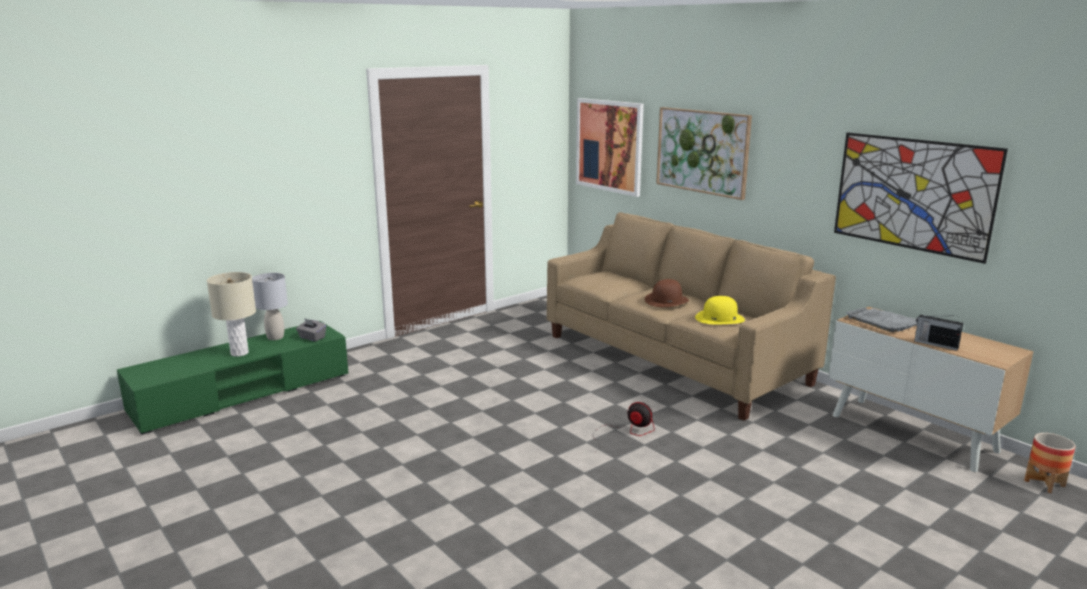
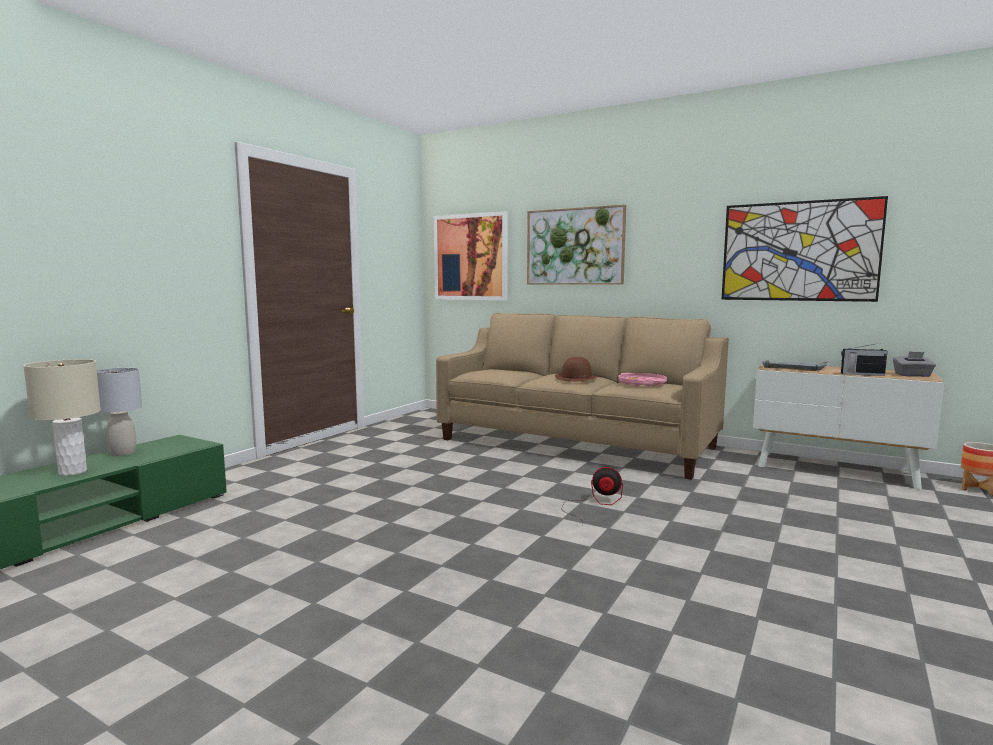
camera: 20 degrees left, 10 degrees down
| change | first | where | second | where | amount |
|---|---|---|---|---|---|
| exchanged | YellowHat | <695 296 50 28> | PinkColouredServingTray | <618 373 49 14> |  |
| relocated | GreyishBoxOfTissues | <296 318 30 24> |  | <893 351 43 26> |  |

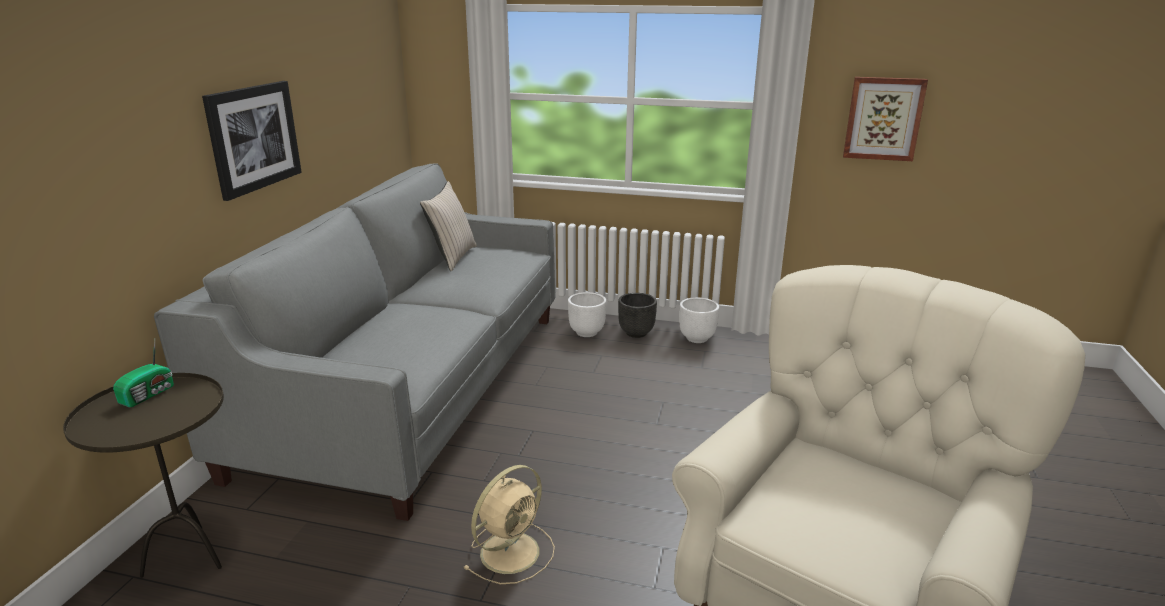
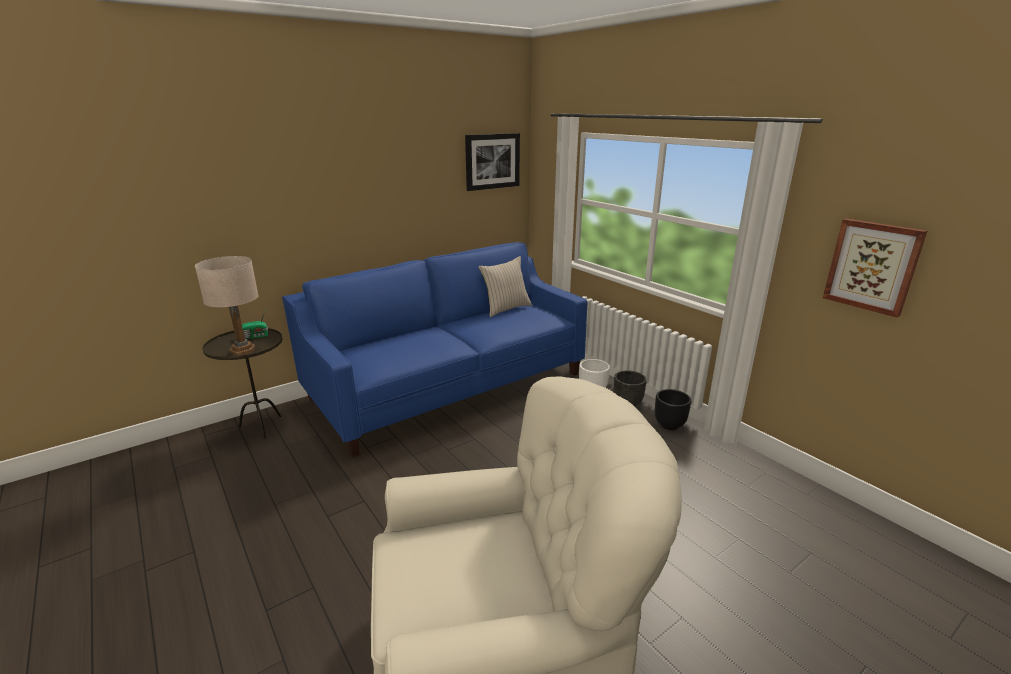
camera: 40 degrees right, 0 degrees up
| change | first | where | second | where | amount |
|---|---|---|---|---|---|
| relocated | WallPicture | <202 81 100 120> |  | <465 133 55 58> |  |
| colour | GreyishCouch | <154 163 402 358> | BlueCouch | <282 242 306 215> |  |
| colour | WhitishFlowerPot | <679 297 40 46> | BlackishFlowerPot | <655 389 36 41> |  |
| missing | BeigeElectricFan | <463 465 92 119> |  |  |  |
| appeared |  |  | BeigeTableLamp | <195 256 64 100> |  |

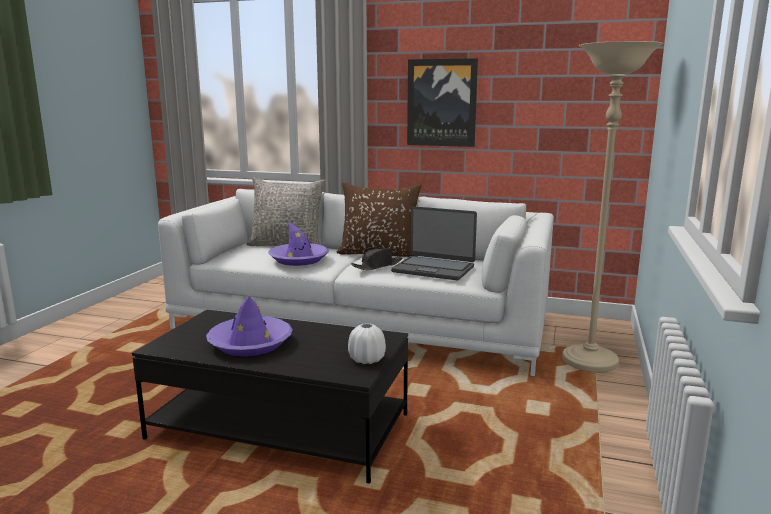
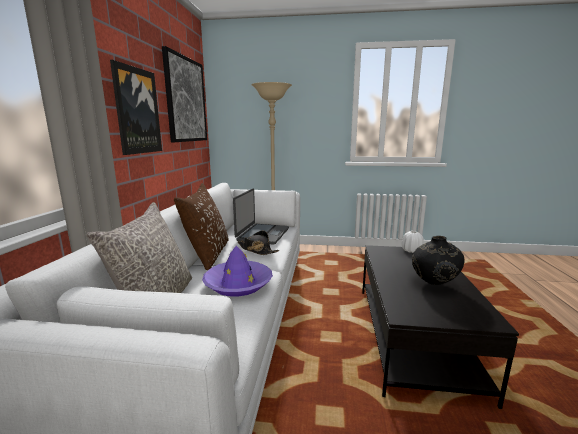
camera: 100 degrees left, 0 degrees up
| change | first | where | second | where | amount |
|---|---|---|---|---|---|
| exchanged | PurpleColouredHat | <206 296 87 60> | BlackishFlowerVase | <412 236 53 49> |  |
| appeared |  |  | WallPicture | <162 46 45 96> |  |

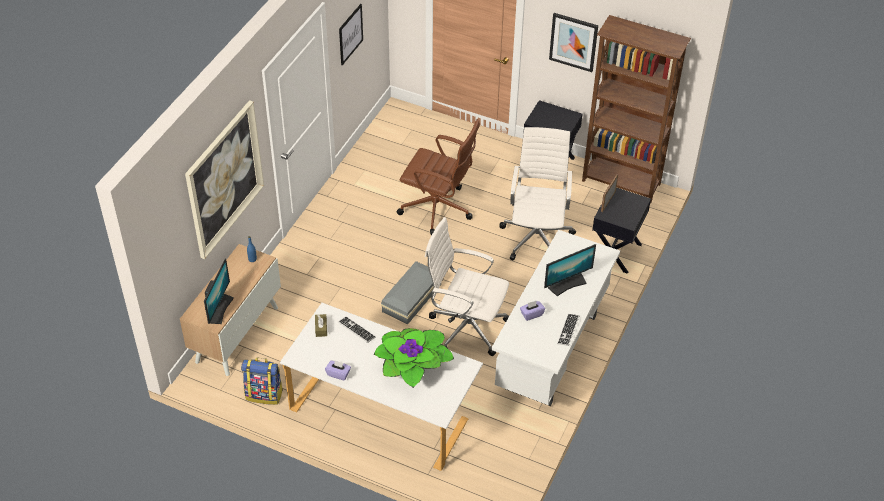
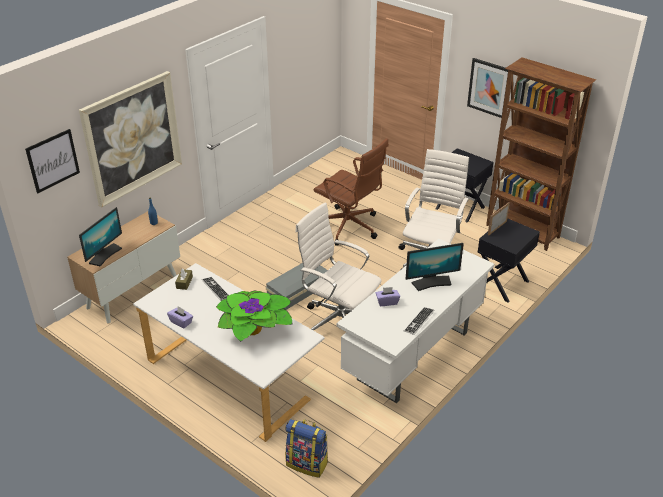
camera: 15 degrees right, 10 degrees down
| change | first | where | second | where | amount |
|---|---|---|---|---|---|
| relocated | WallPicture | <339 4 24 61> |  | <25 129 55 64> |  |
| relocated | Backpack | <241 358 42 47> |  | <285 419 43 59> |  |

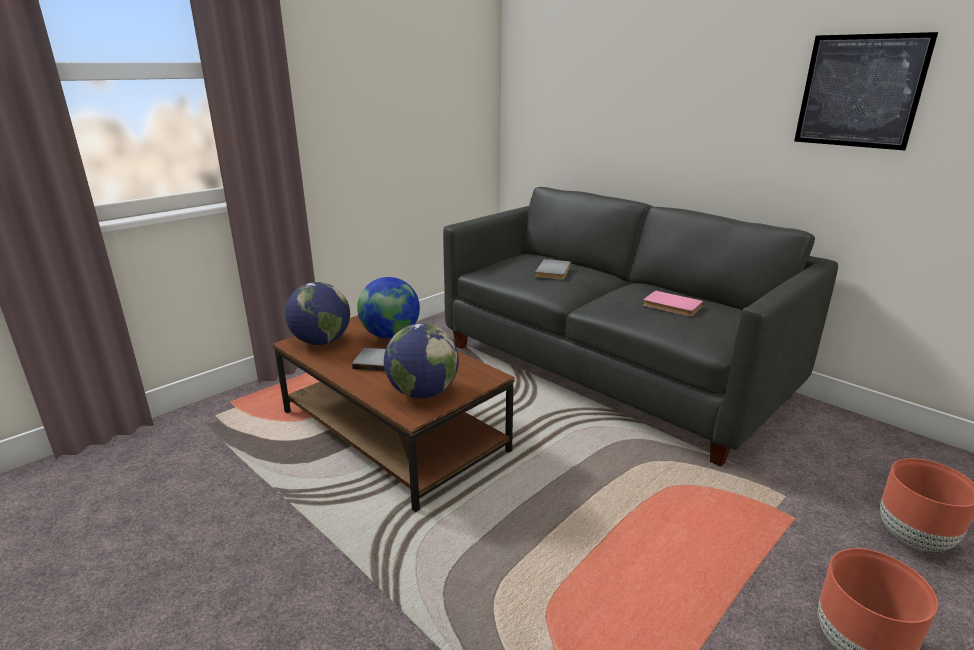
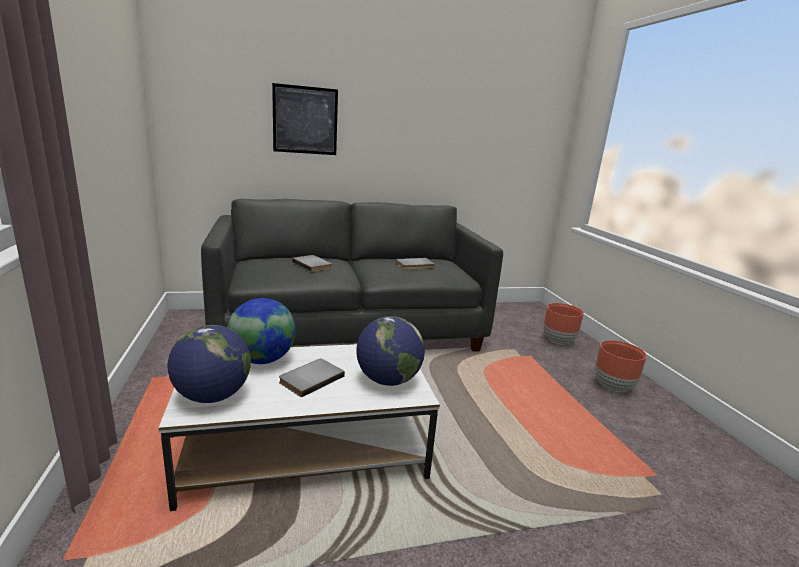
camera: 60 degrees left, 5 degrees down
| change | first | where | second | where | amount |
|---|---|---|---|---|---|
| relocated | WallPicture | <794 32 144 118> |  | <272 83 66 72> |  |
| colour | PinkColouredBook | <643 291 61 26> | GreyishBook | <395 258 40 12> |  |
| colour | BrownishLoungeTable | <273 315 242 197> | WhitishLoungeTable | <159 344 281 167> |  |

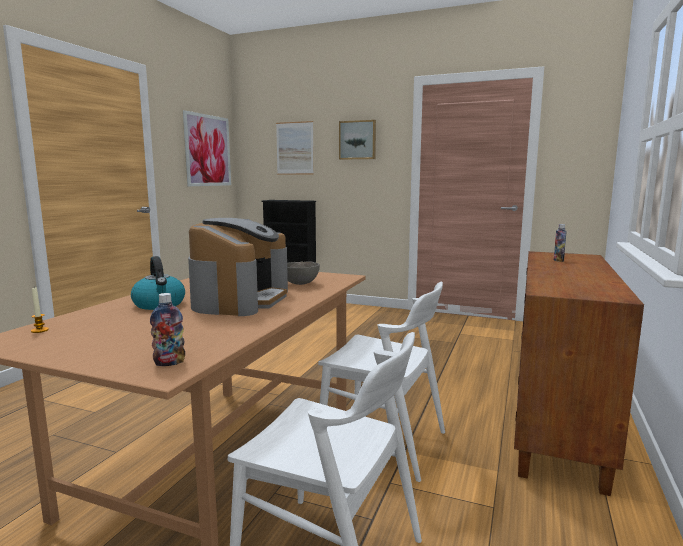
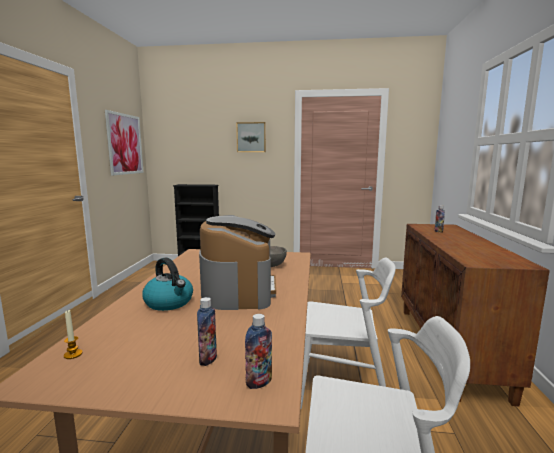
camera: 15 degrees left, 0 degrees up
| change | first | where | second | where | amount |
|---|---|---|---|---|---|
| missing | WallPicture | <276 121 38 54> |  |  |  |
| appeared |  |  | Bottle | <197 297 20 69> |  |

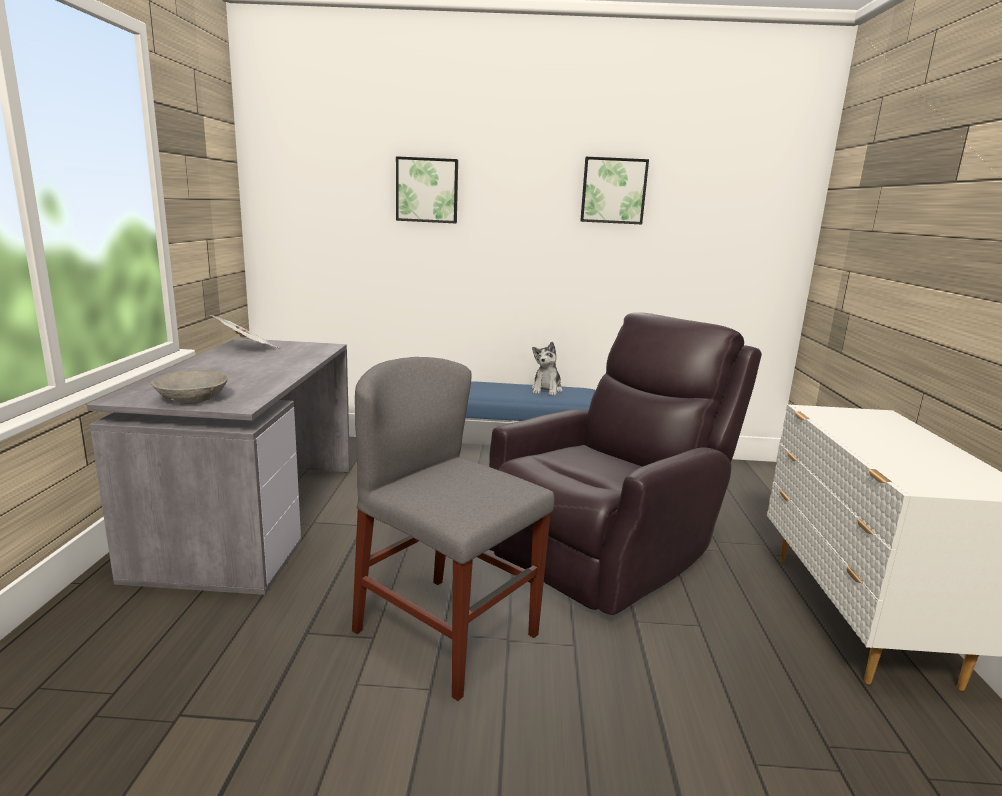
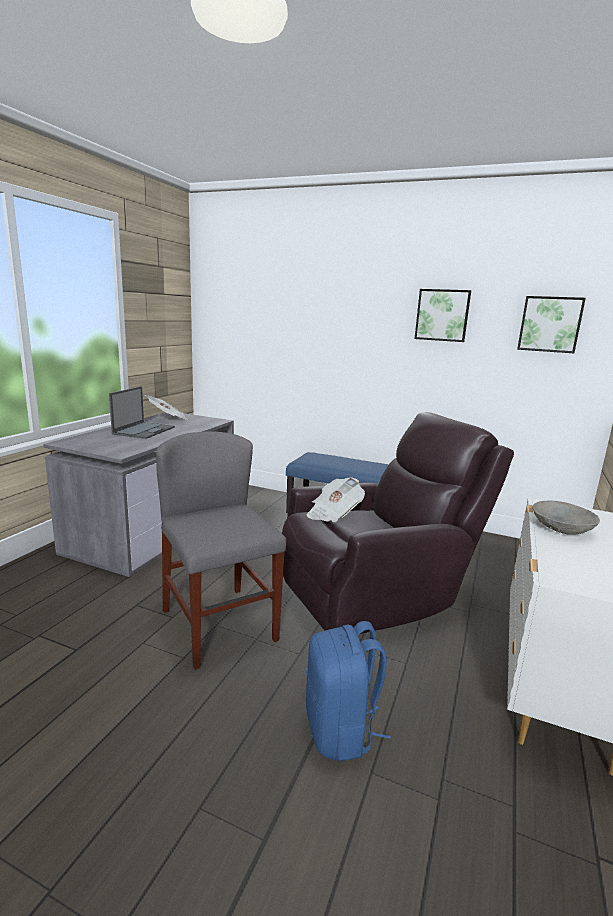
camera: 20 degrees right, 0 degrees up
| change | first | where | second | where | amount |
|---|---|---|---|---|---|
| relocated | WallPicture | <396 156 62 67> |  | <517 296 69 57> |  |
| missing | PlushToy | <531 342 32 54> |  |  |  |
| relocated | GreyishServingBowl | <151 370 77 34> |  | <532 500 68 35> |  |
| appeared |  |  | PortableComputer | <109 386 66 53> |  |
| appeared |  |  | PrintedPaper | <307 478 58 44> |  |
| appeared |  |  | BlueBackpack | <306 621 85 140> |  |

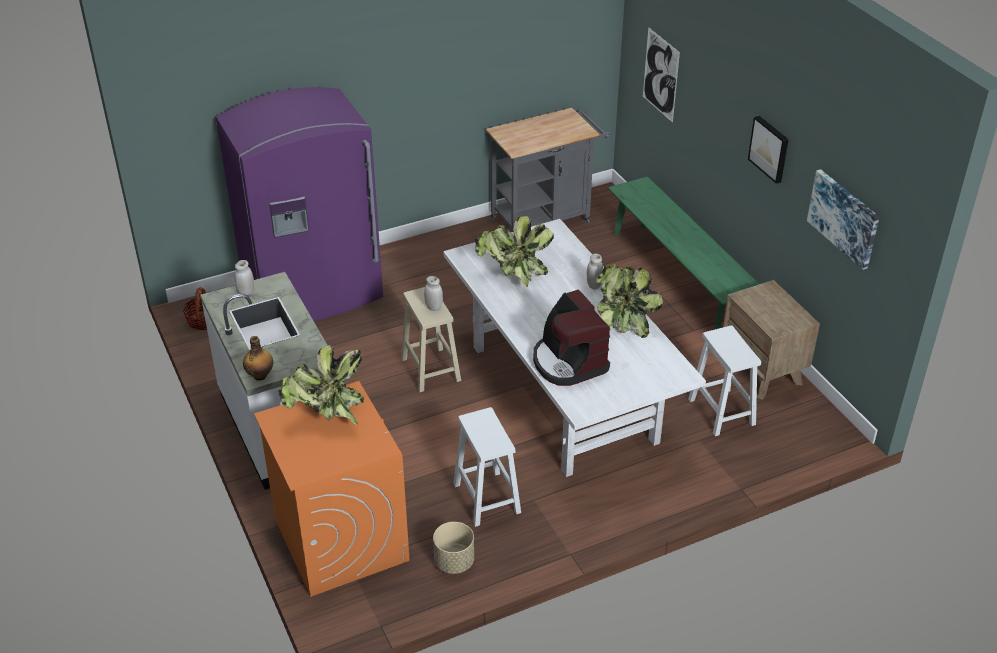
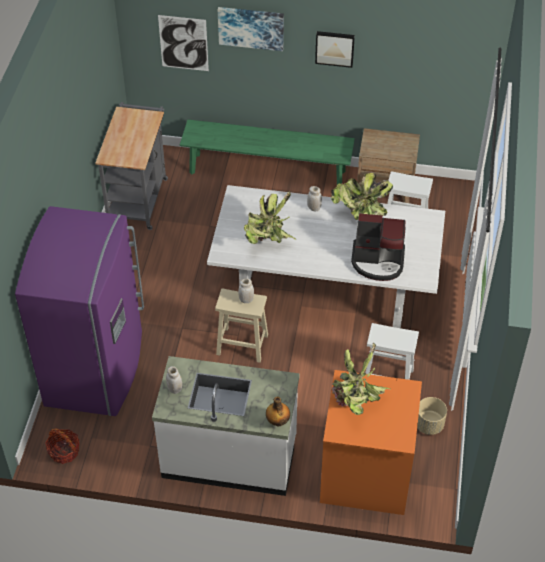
camera: 55 degrees left, 10 degrees up
| change | first | where | second | where | amount |
|---|---|---|---|---|---|
| relocated | WallPicture | <807 169 72 101> |  | <218 7 66 44> |  |

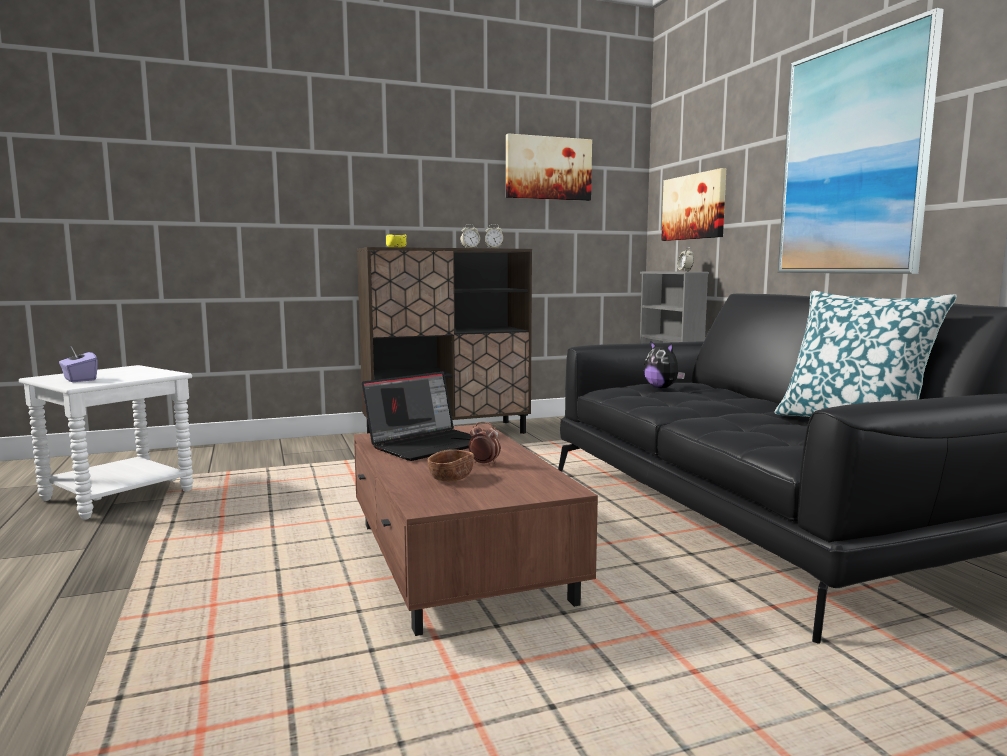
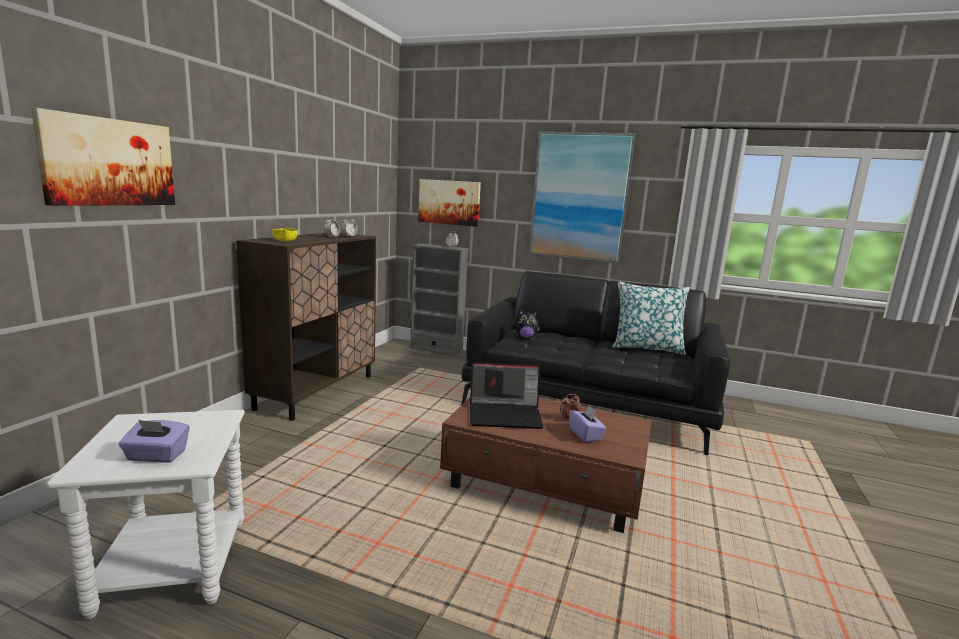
camera: 50 degrees left, 5 degrees up
| change | first | where | second | where | amount |
|---|---|---|---|---|---|
| relocated | WallPicture | <506 133 86 68> |  | <31 108 144 98> |  |
| spun | PortableComputer | <362 372 111 89> |  | <470 362 74 67> | 90 degrees clockwise |
| exchanged | BrownishServingBowl | <427 449 47 32> | PurpleColouredBoxOfTissues | <569 406 37 36> |  |

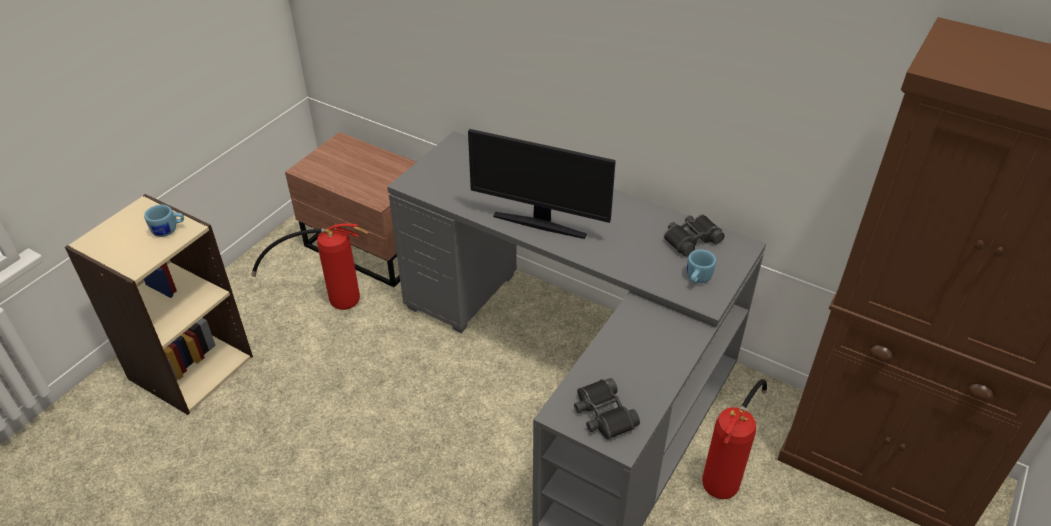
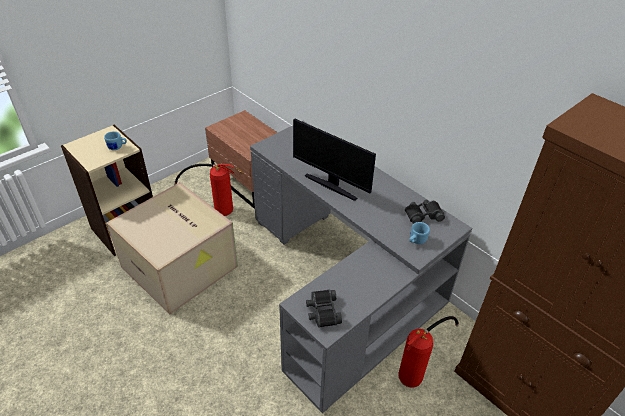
camera: 15 degrees right, 0 degrees up
| change | first | where | second | where | amount |
|---|---|---|---|---|---|
| appeared |  |  | PackingBox | <107 182 131 132> |  |

